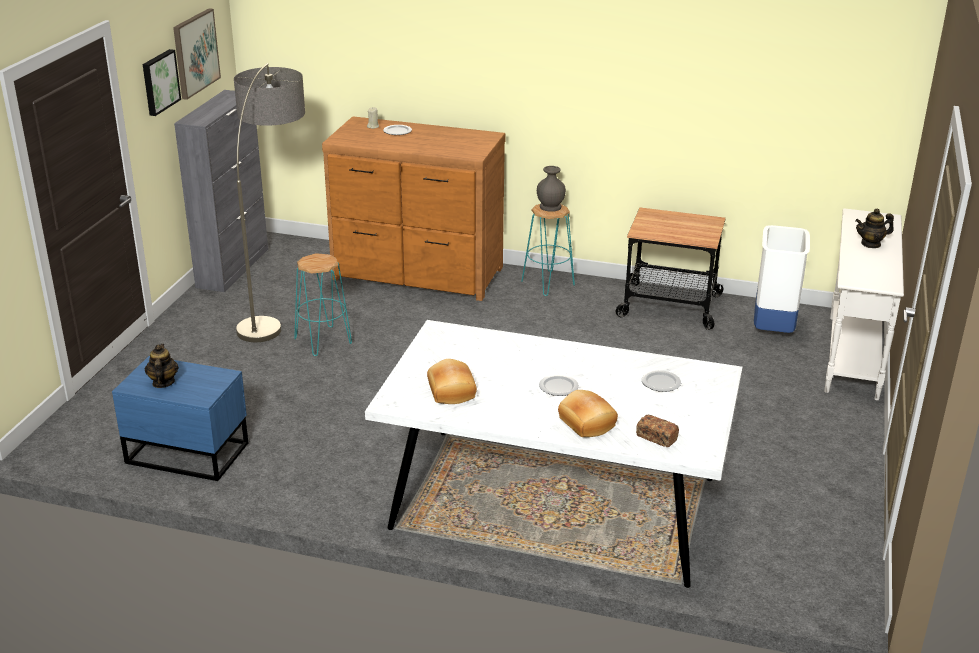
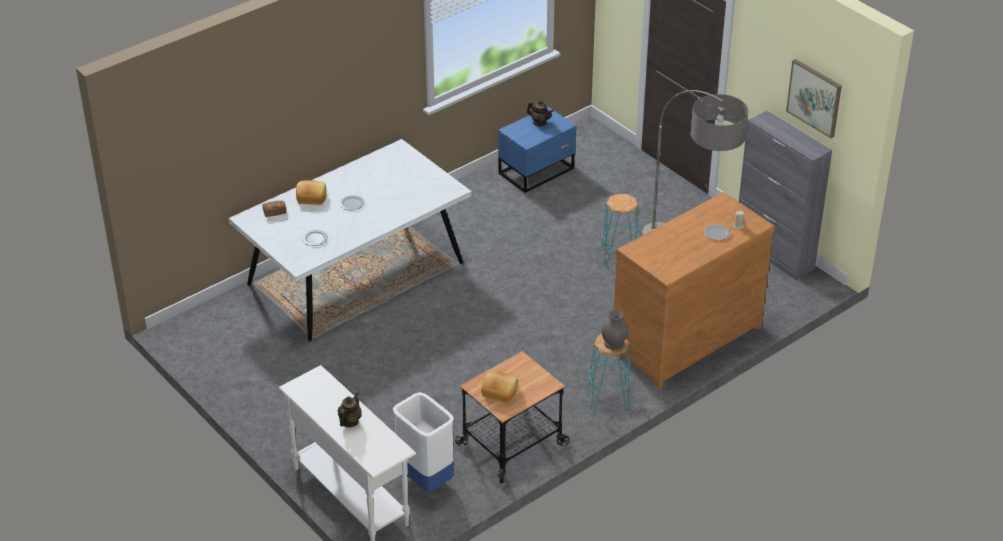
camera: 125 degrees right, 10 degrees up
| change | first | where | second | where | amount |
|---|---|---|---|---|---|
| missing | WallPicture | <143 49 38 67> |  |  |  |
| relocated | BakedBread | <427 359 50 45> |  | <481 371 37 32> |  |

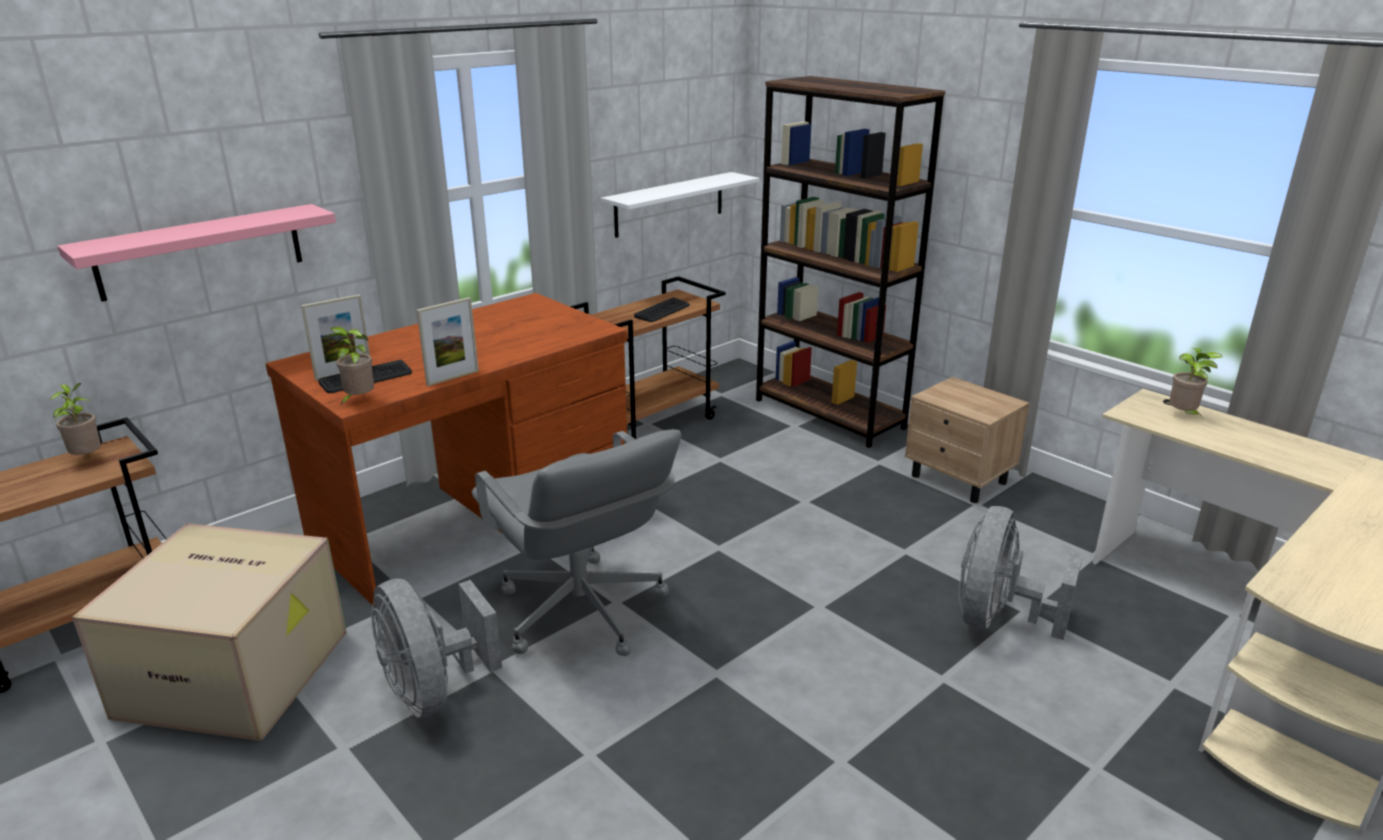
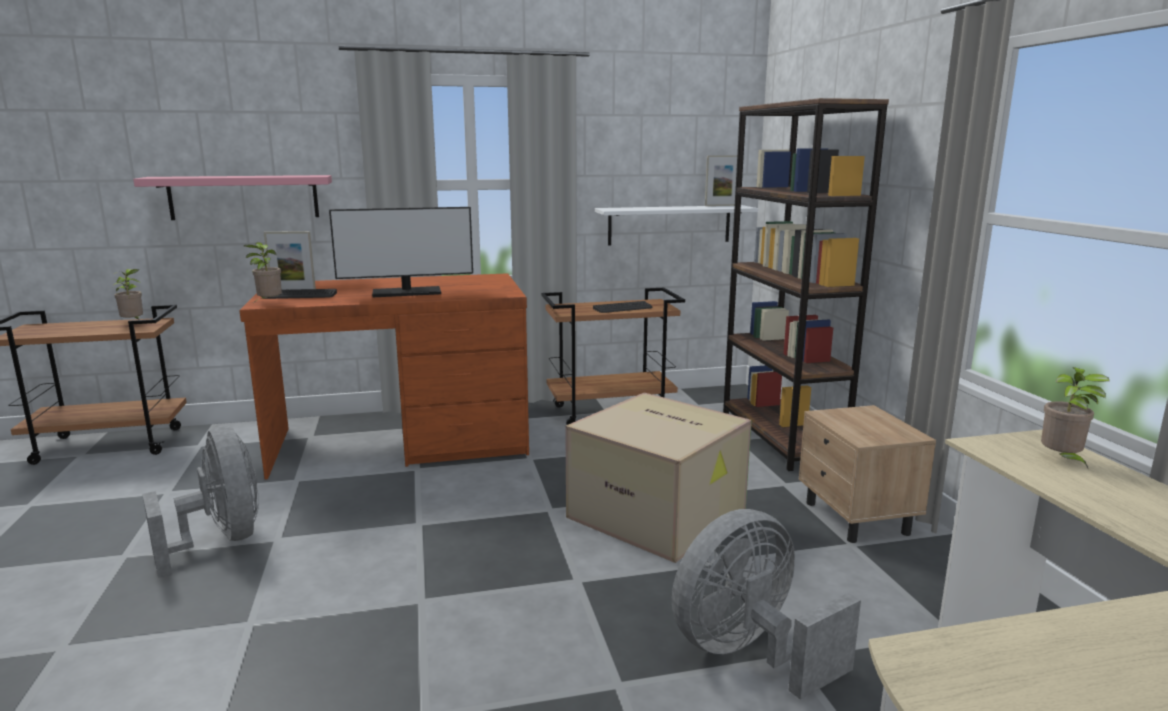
camera: 30 degrees right, 10 degrees down
| change | first | where | second | where | amount |
|---|---|---|---|---|---|
| relocated | PictureFrame | <416 297 63 89> |  | <705 155 32 51> |  |
| missing | GreyishDeskChair | <472 429 209 227> |  |  |  |
| relocated | PackingBox | <72 523 275 218> |  | <565 393 187 170> |  |
| spun | GreyishElectricFan | <371 578 131 140> |  | <142 426 117 152> | 150 degrees clockwise |
| appeared |  |  | Monitor | <329 207 144 90> |  |

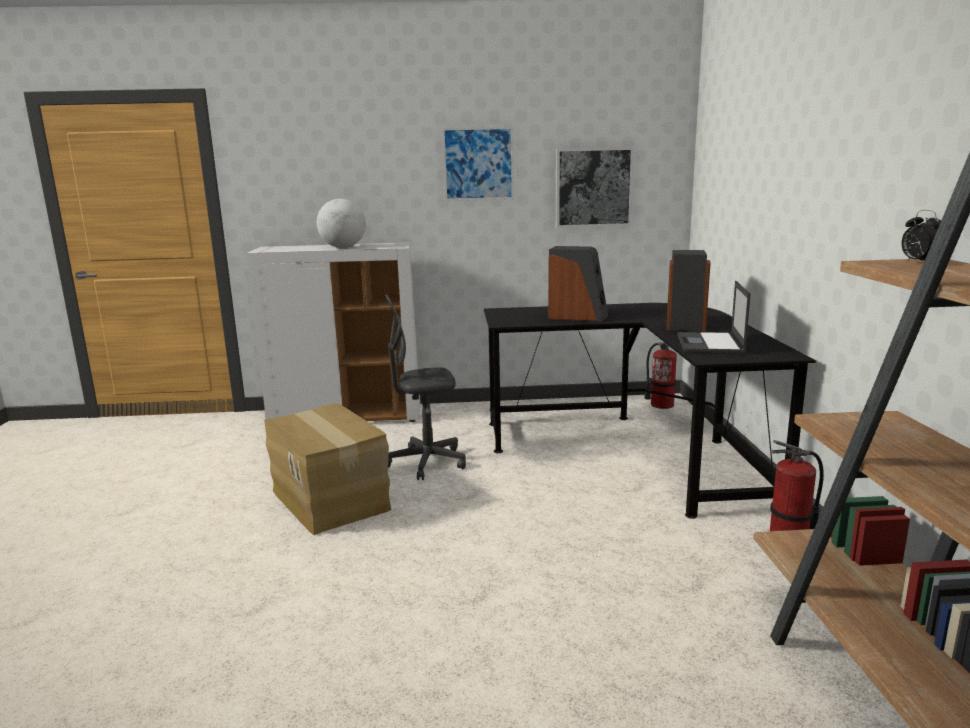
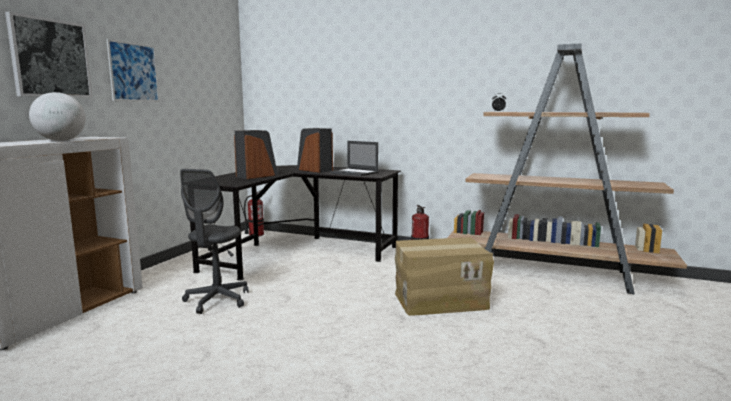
camera: 65 degrees left, 5 degrees down
| change | first | where | second | where | amount |
|---|---|---|---|---|---|
| relocated | WallPicture | <556 147 78 81> |  | <5 11 88 87> |  |
| relocated | PackingBox | <264 403 127 132> |  | <395 237 99 79> |  |

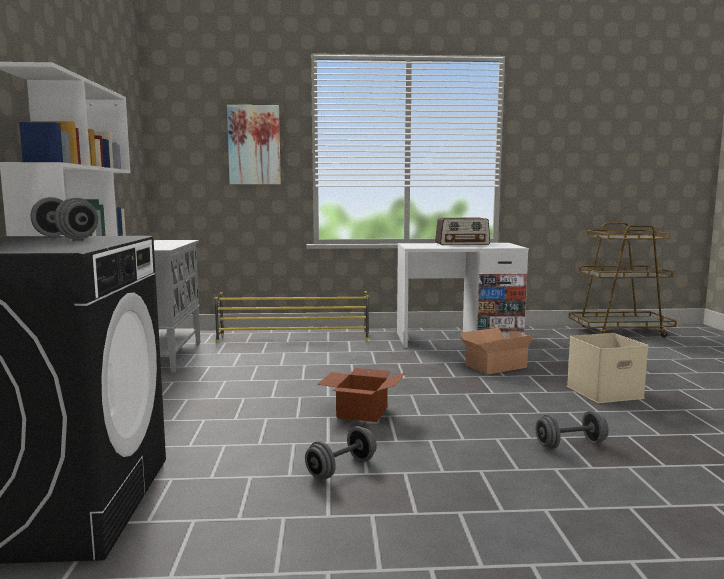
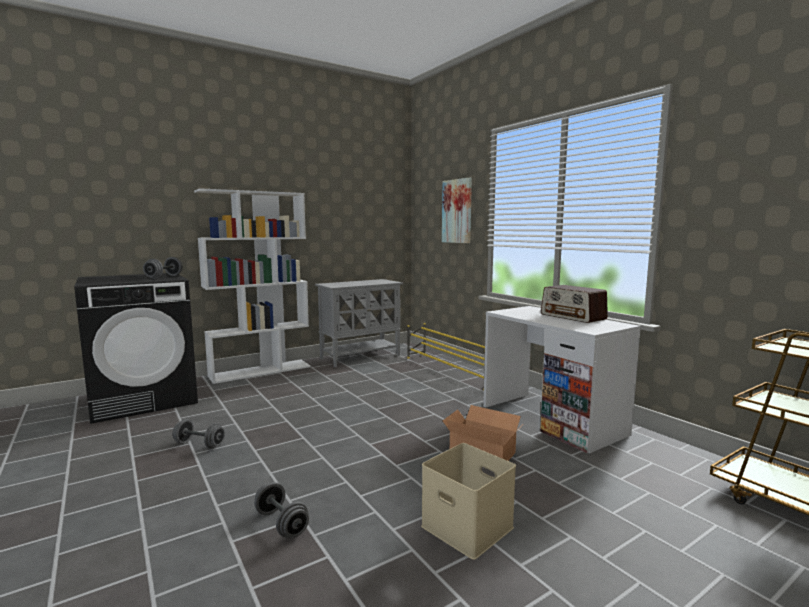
camera: 60 degrees right, 0 degrees up
| change | first | where | second | where | amount |
|---|---|---|---|---|---|
| missing | PackingBox | <317 368 89 54> |  |  |  |

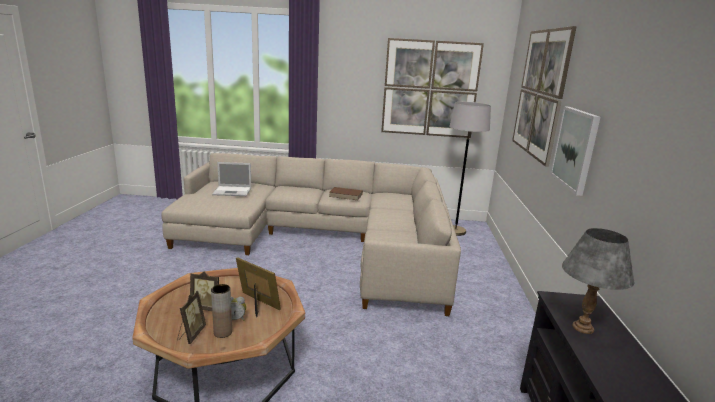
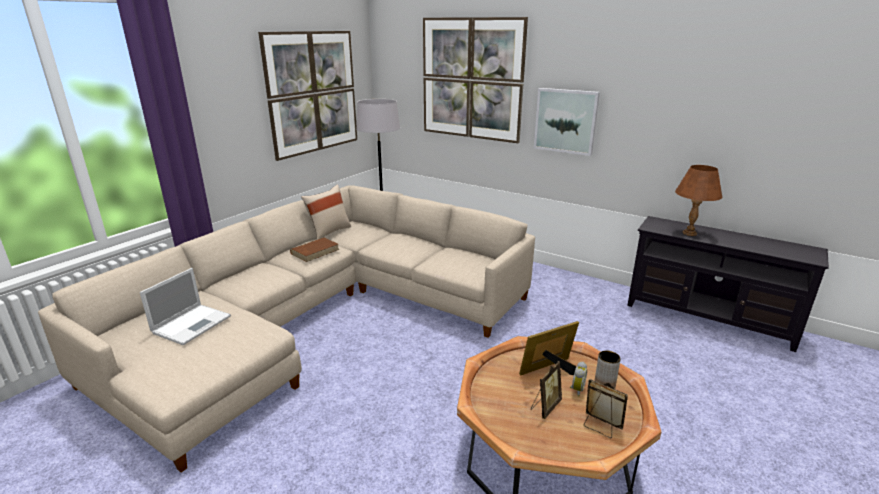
camera: 60 degrees left, 5 degrees up
| change | first | where | second | where | amount |
|---|---|---|---|---|---|
| colour | GreyishTableLamp | <562 228 72 106> | BrownishTableLamp | <675 165 47 71> |  |
| appeared |  |  | BeigeThrowPillow | <301 184 50 56> |  |

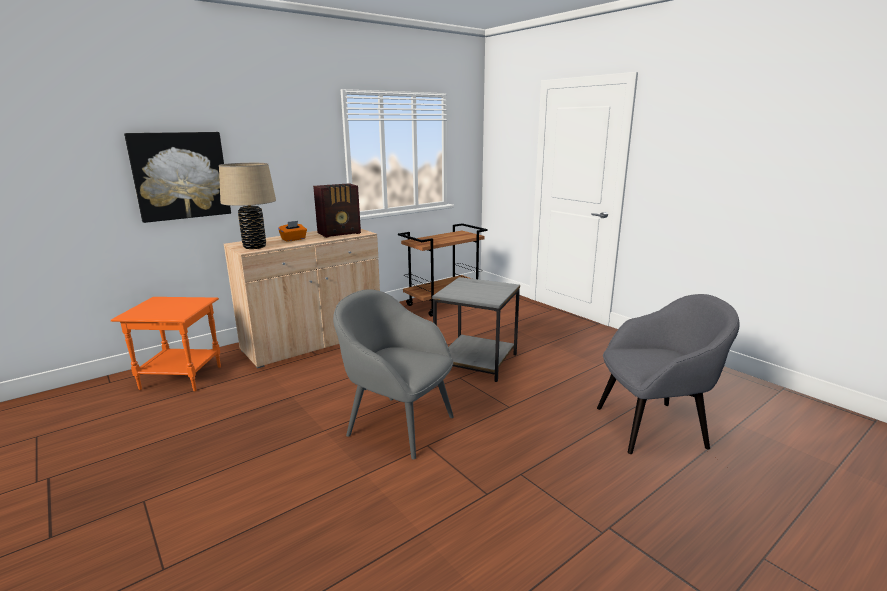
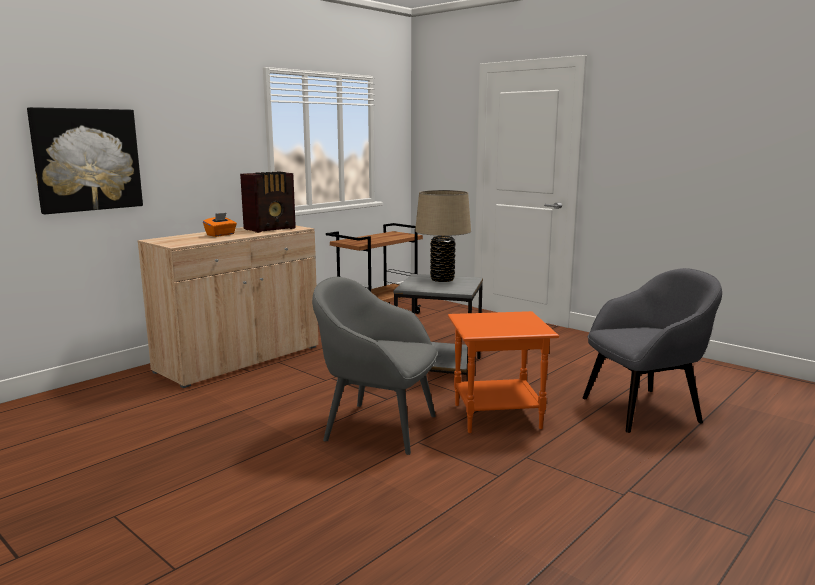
camera: 10 degrees left, 5 degrees down
| change | first | where | second | where | amount |
|---|---|---|---|---|---|
| relocated | BeigeTableLamp | <219 163 57 86> |  | <415 190 56 92> |  |
| relocated | OrangeySideTable | <111 297 110 94> |  | <448 311 111 122> |  |

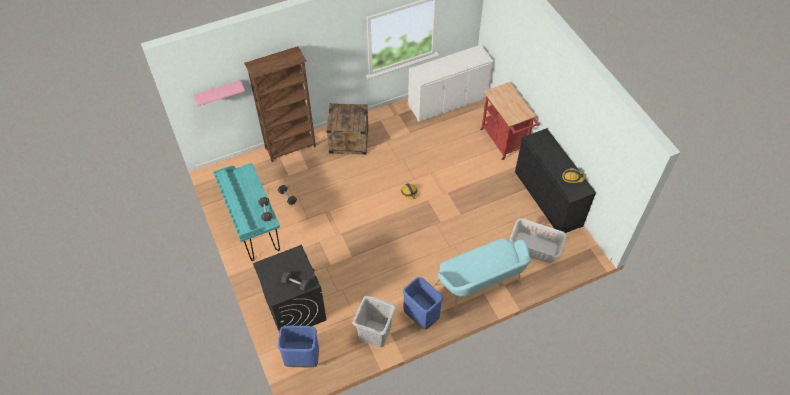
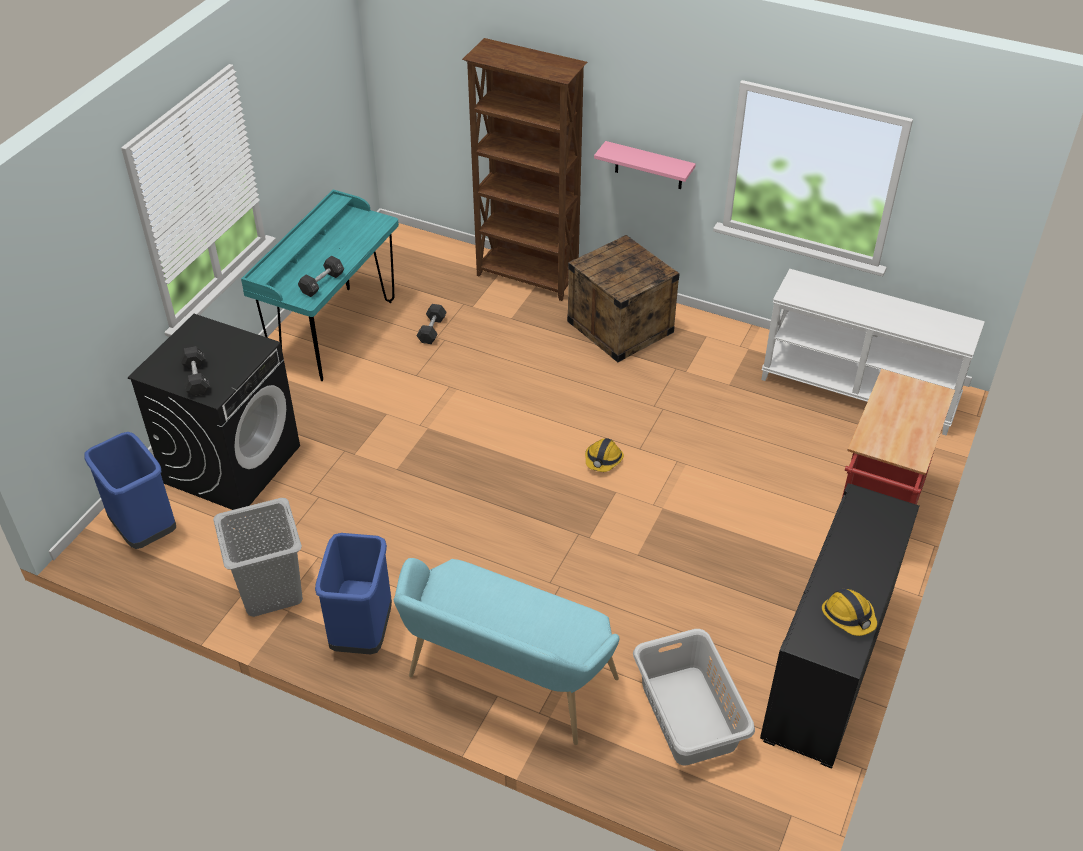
camera: 50 degrees right, 10 degrees down
| change | first | where | second | where | amount |
|---|---|---|---|---|---|
| exchanged | WhitishCupboard | <408 45 86 77> | WhitishConsoleTable | <761 269 224 167> |  |
| relocated | PinkColouredWallShelf | <193 80 52 26> |  | <594 141 102 48> |  |

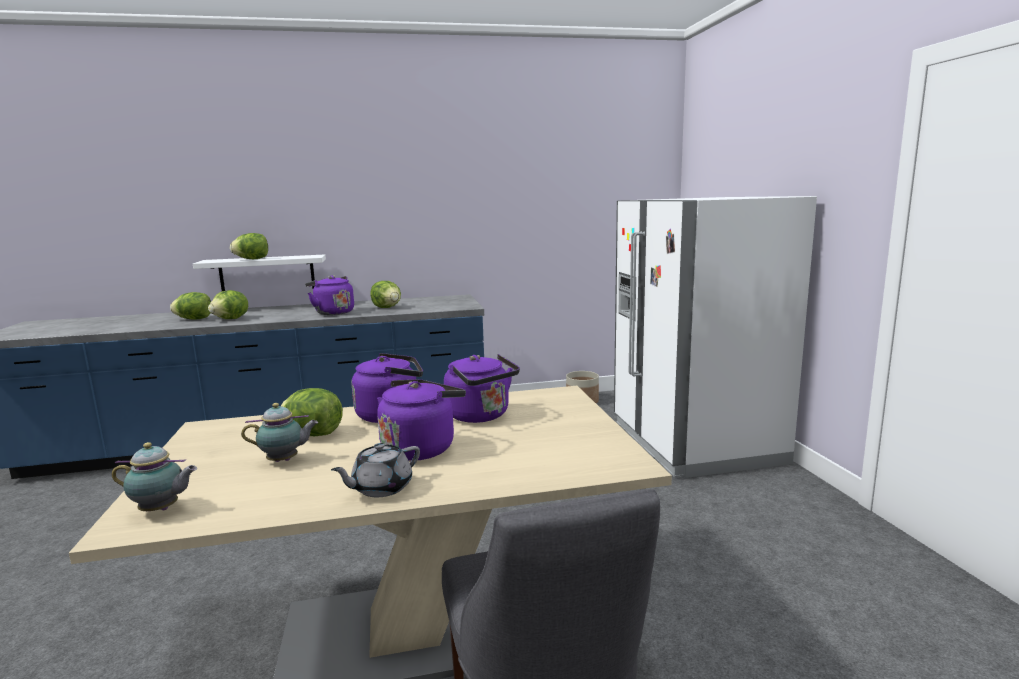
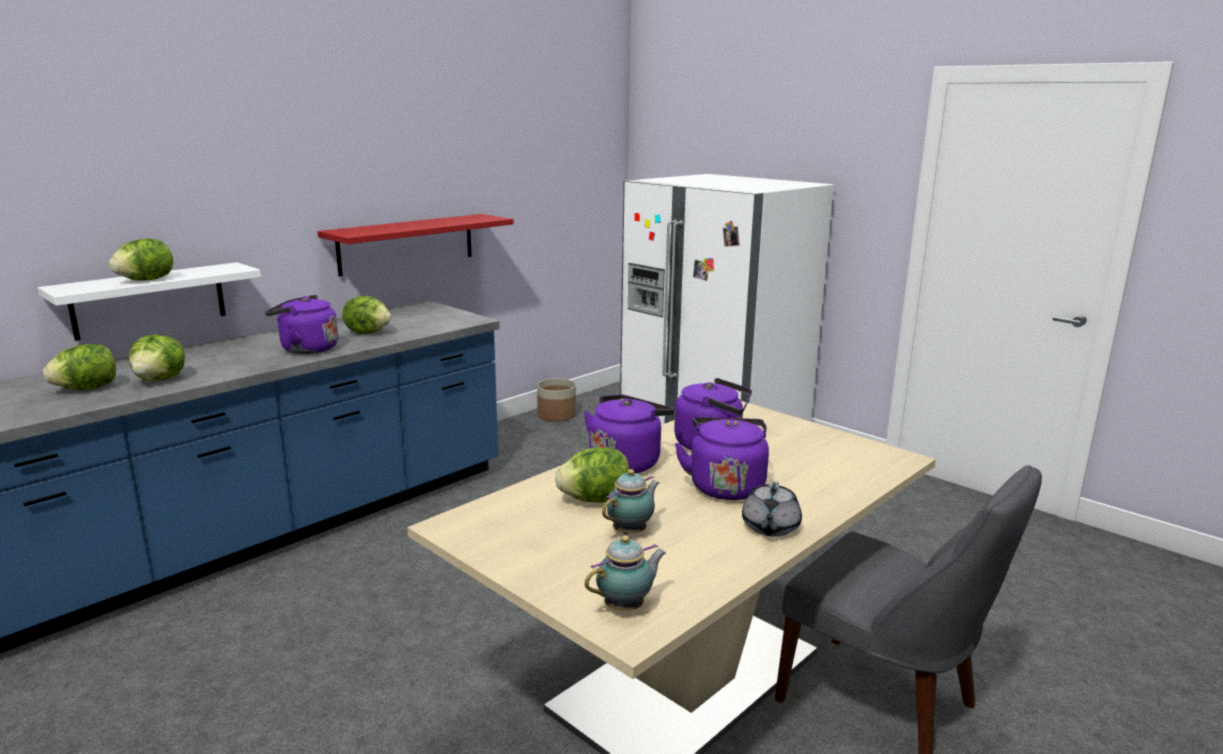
camera: 35 degrees left, 5 degrees up
| change | first | where | second | where | amount |
|---|---|---|---|---|---|
| appeared |  |  | RedColouredWallShelf | <317 214 197 62> |  |

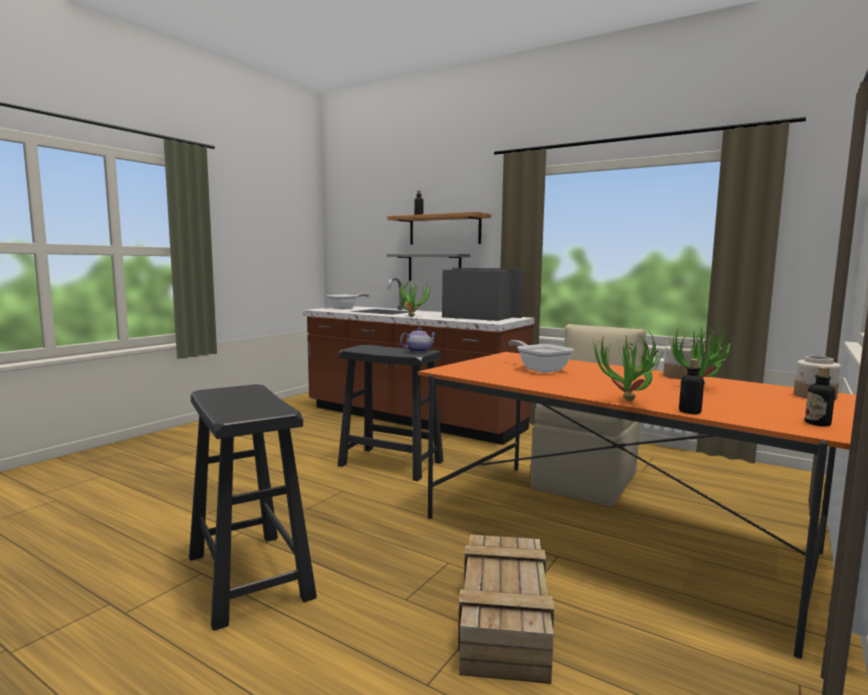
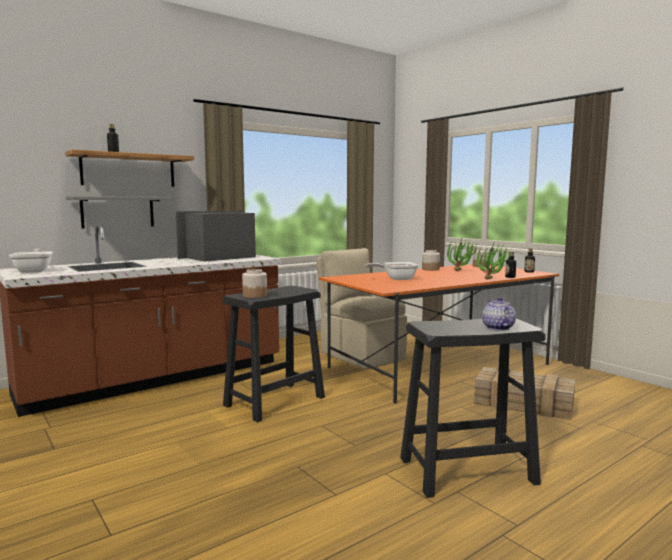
camera: 70 degrees left, 0 degrees up
| change | first | where | second | where | amount |
|---|---|---|---|---|---|
| missing | PottedPlant | <397 280 34 37> |  |  |  |
| relocated | Teapot | <400 328 37 25> |  | <482 297 34 34> |  |
| appeared |  |  | StorageJar | <242 269 25 29> |  |

